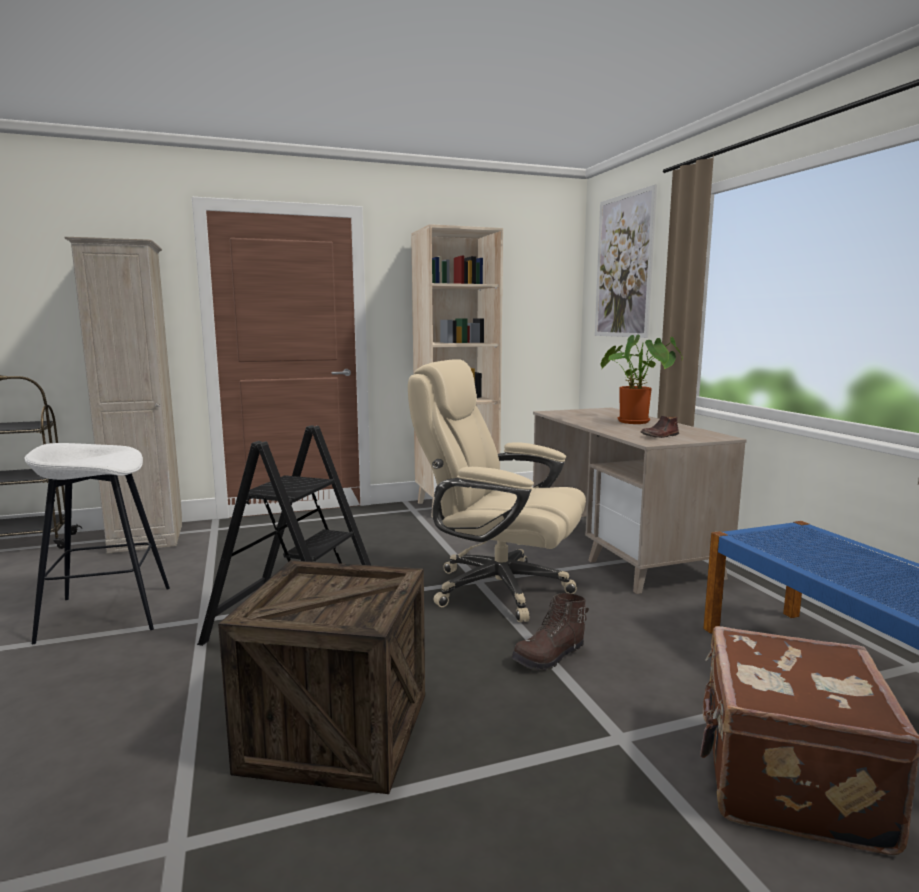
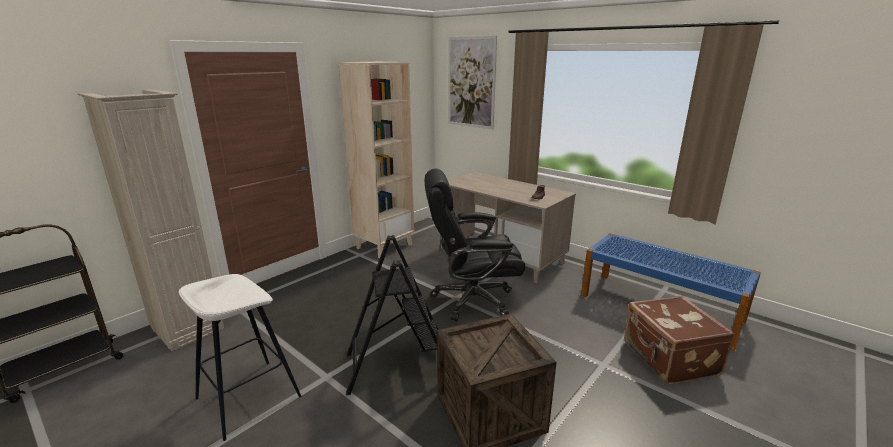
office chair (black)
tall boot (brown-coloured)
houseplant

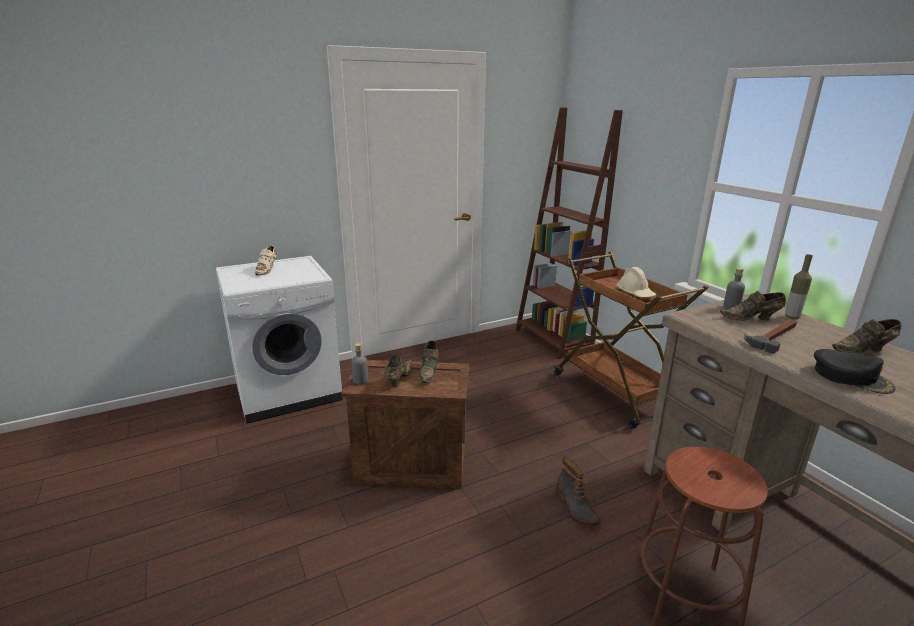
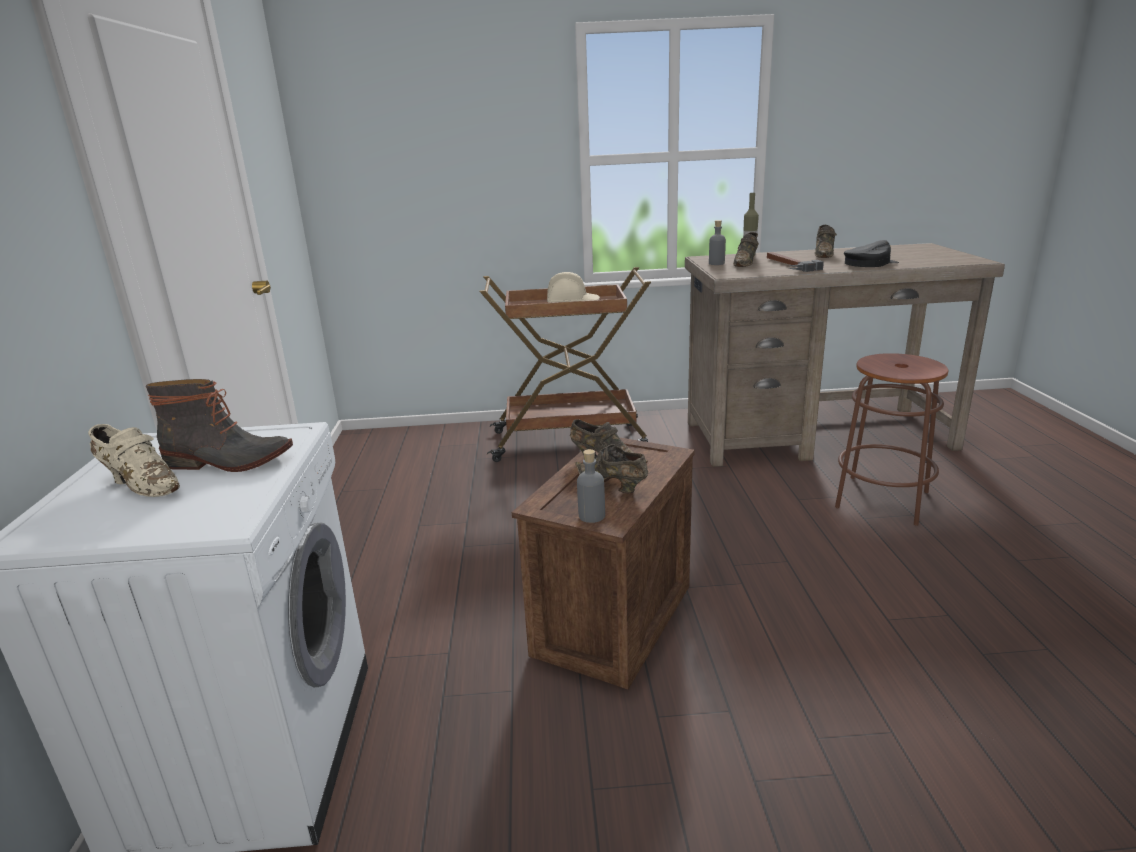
bookshelf (brown-coloured)
tall boot

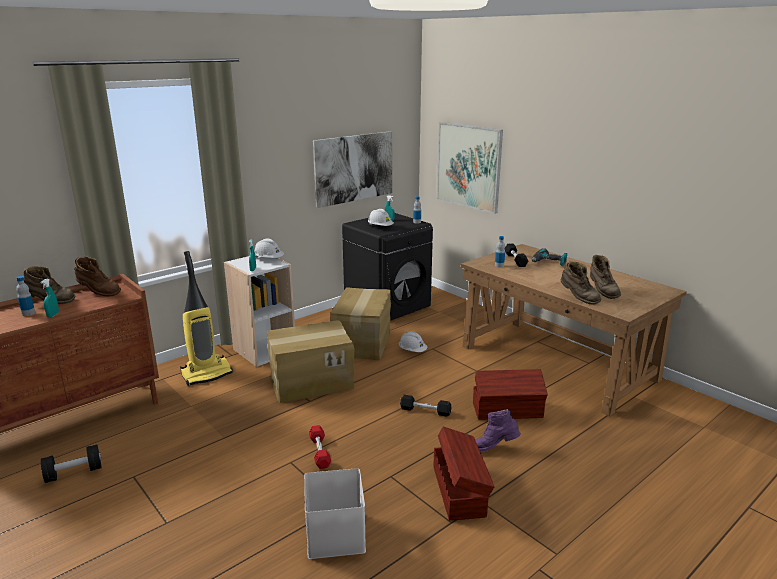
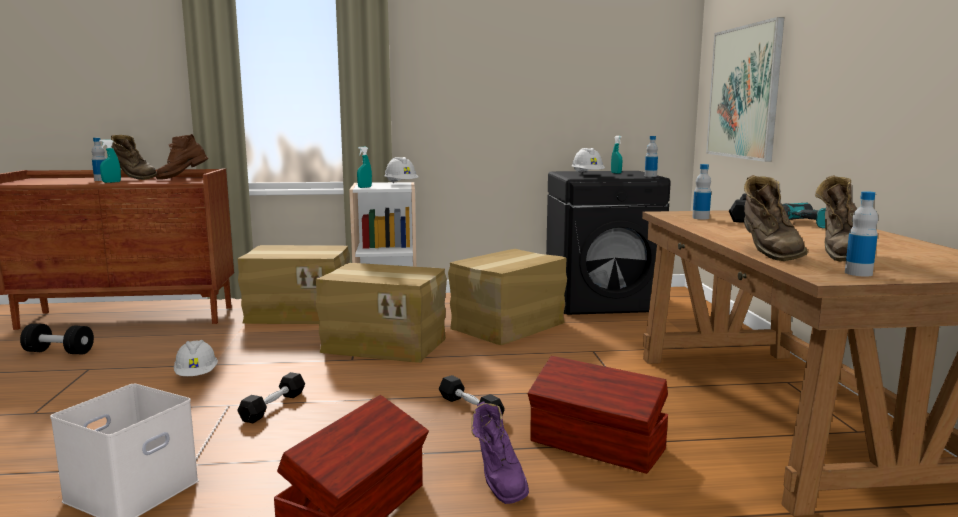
tall boot (brown-coloured) (2nd from left)
packing box (1st from left)
free weight (black) (2nd from left)
wall picture (1st from left in the first image)
hard hat (white) (1st from left)
tall boot (purplish)
bottle (4th from left)

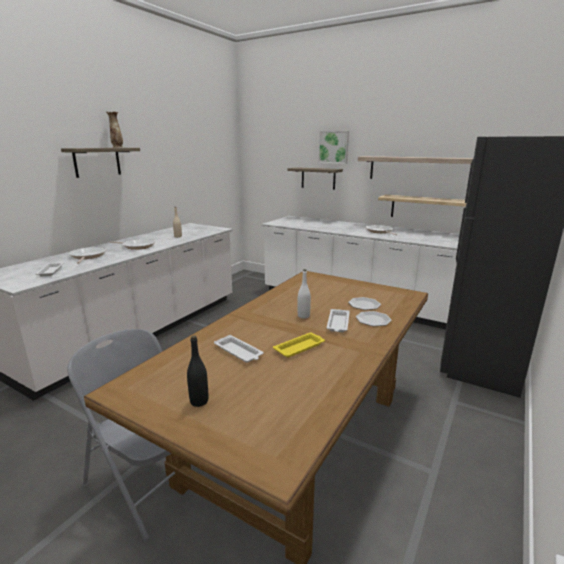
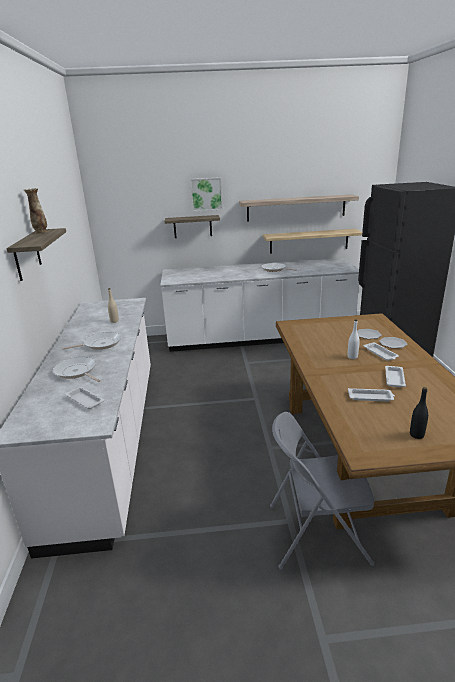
serving tray (white) (4th from left)

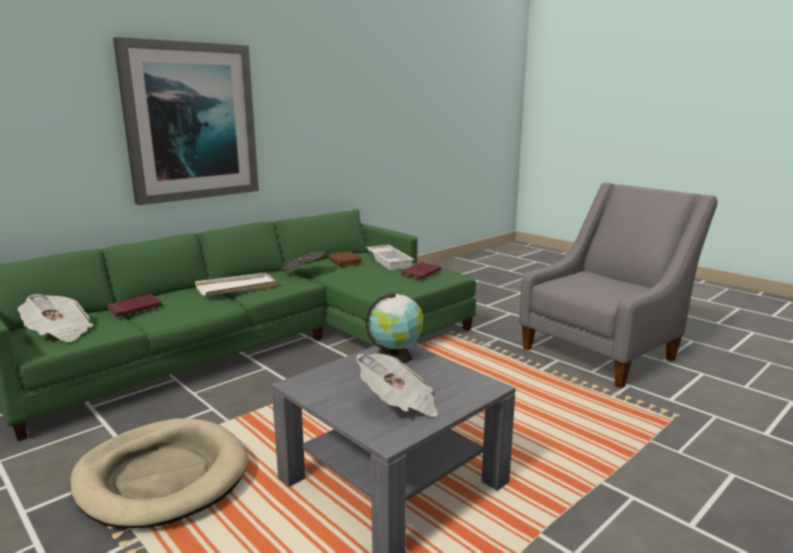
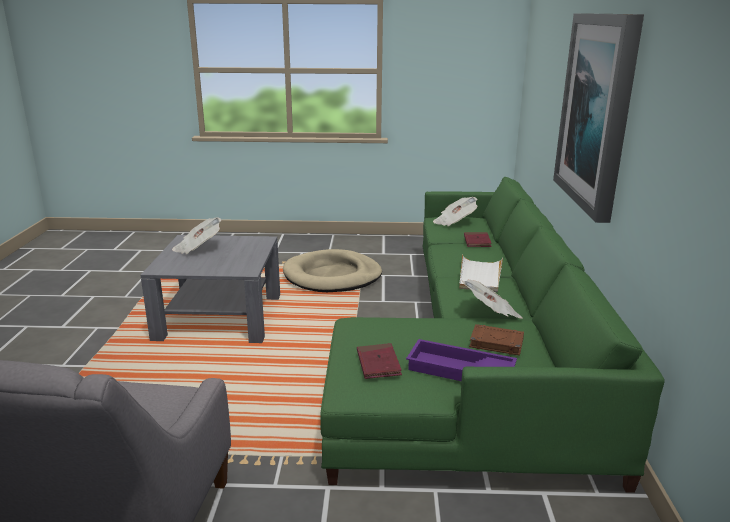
globe
serving tray (purplish)

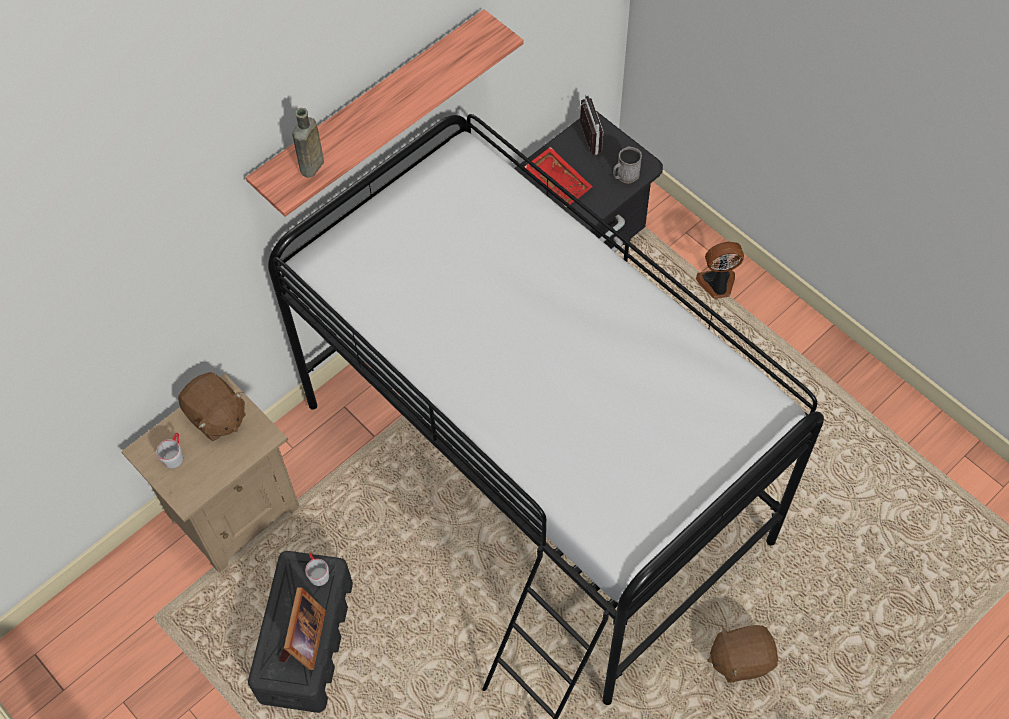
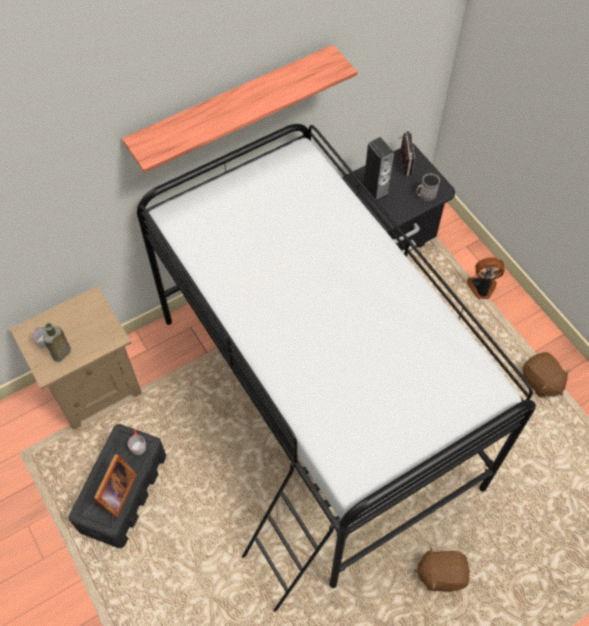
soft toy (brown-coloured) (2nd from left)
bottle (brown-coloured)
loudspeaker

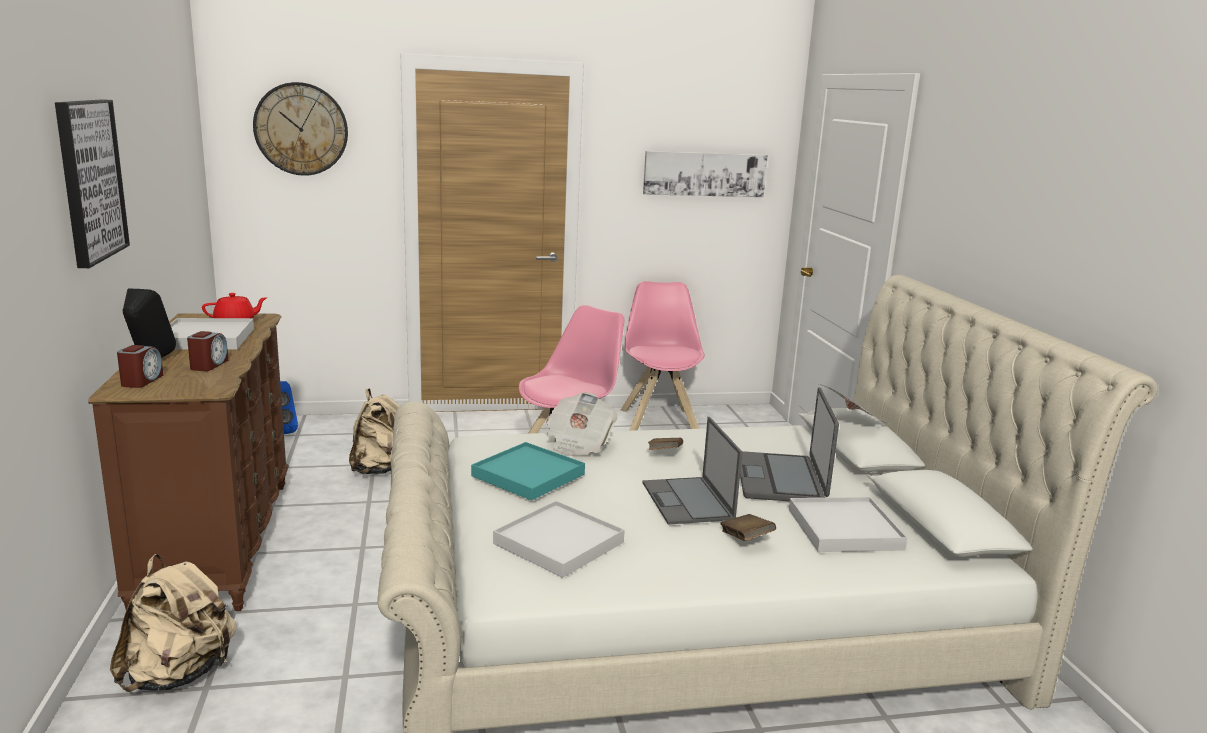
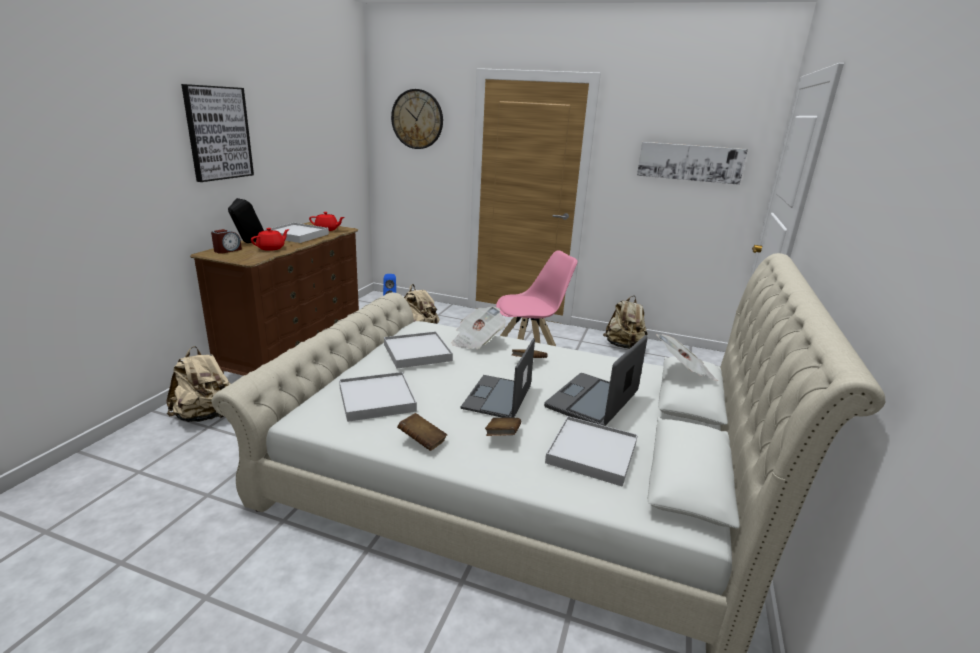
tea pot (red) (1st from left)
serving tray (white) (3rd from left)
rucksack (sand-coloured) (3rd from left)
bound book (brown-coloured) (1st from left)

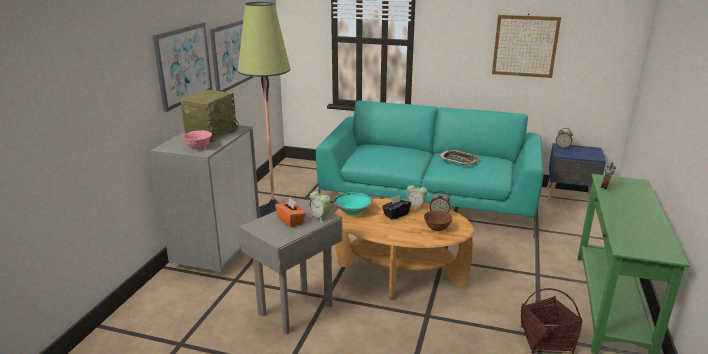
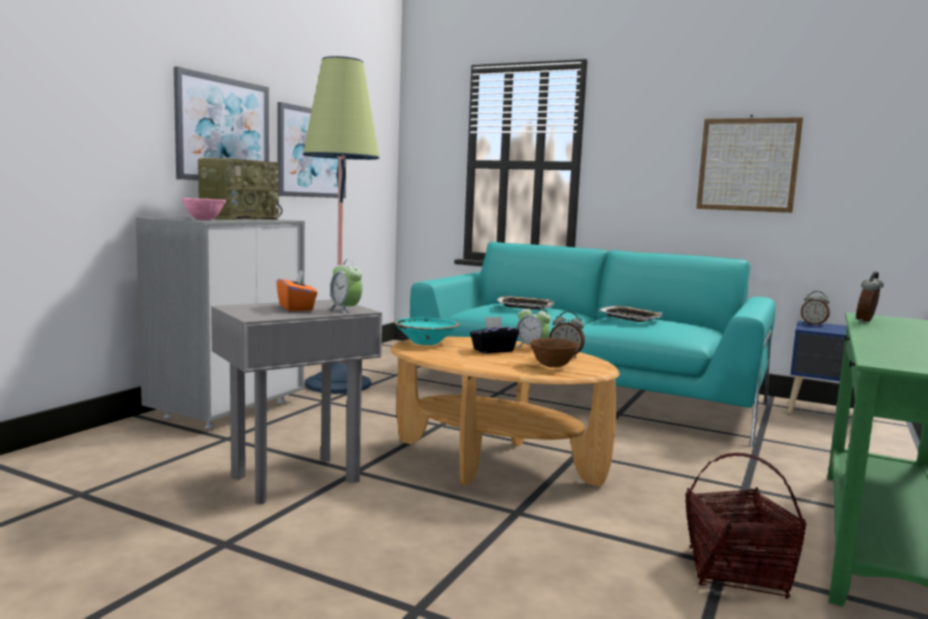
serving tray (1st from left)

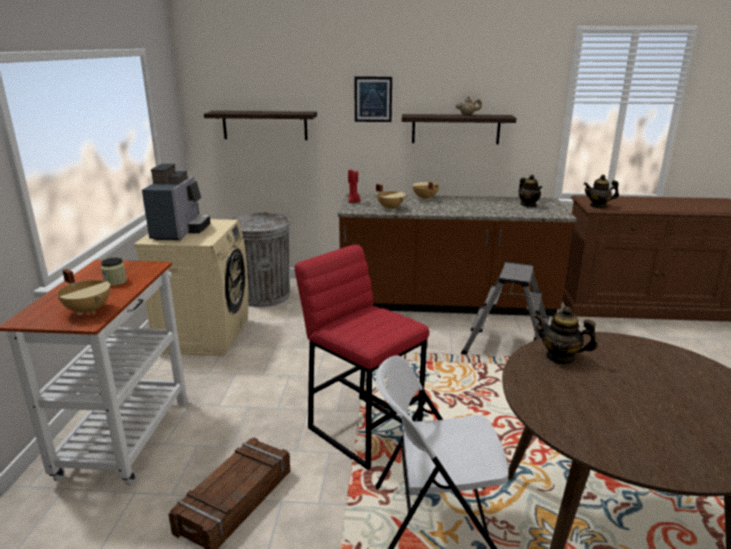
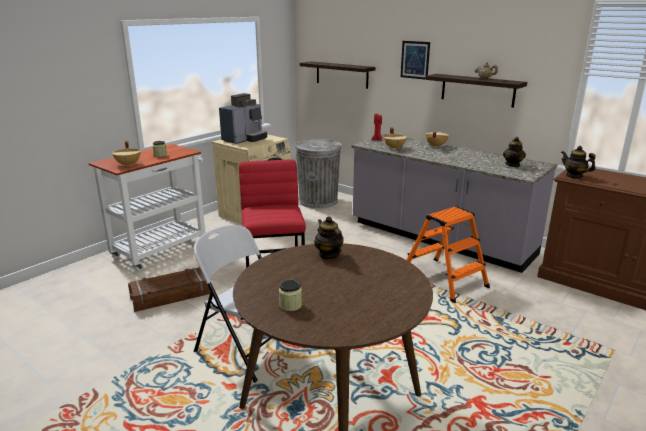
kitchen base unit (gray)
stepladder (orange)
jar (2nd from left)

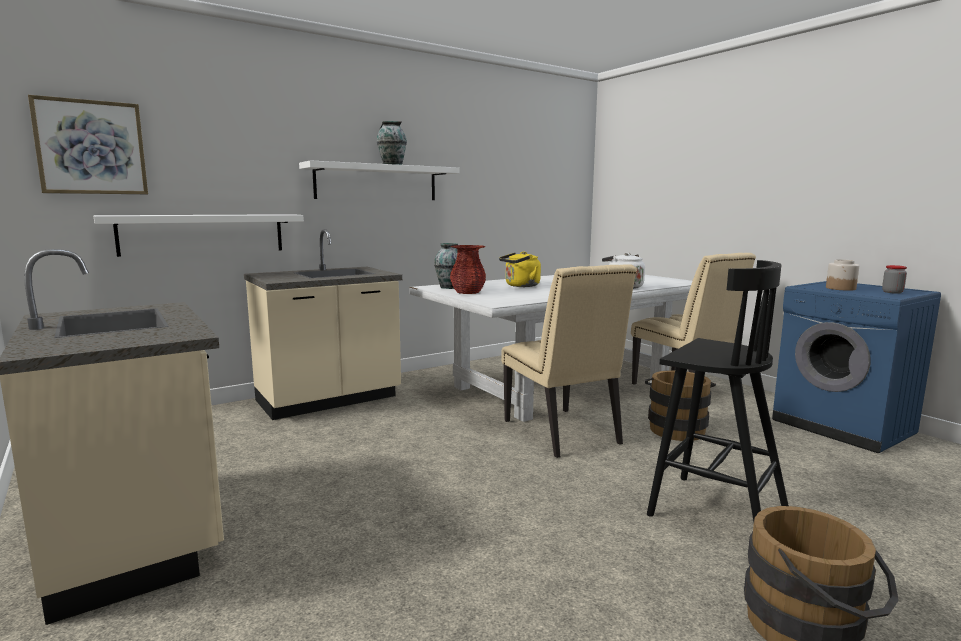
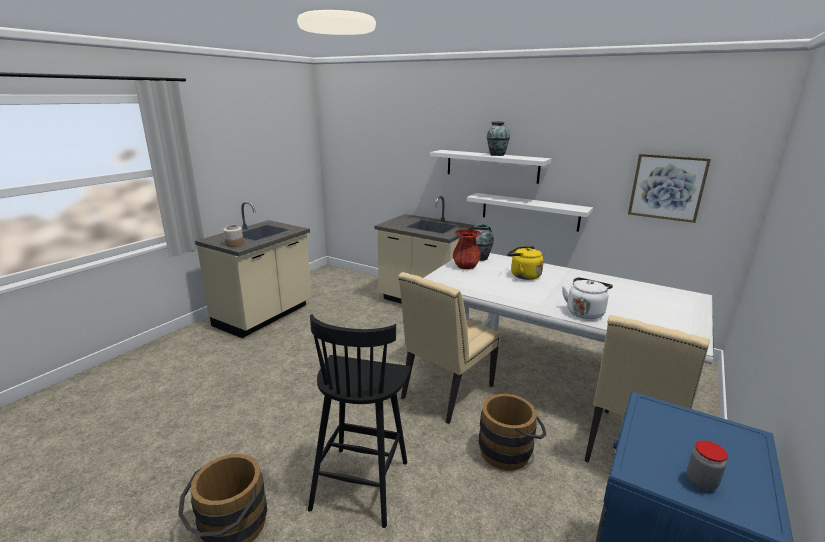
wall picture
bracket shelf (white) (2nd from left)
jar (1st from left)

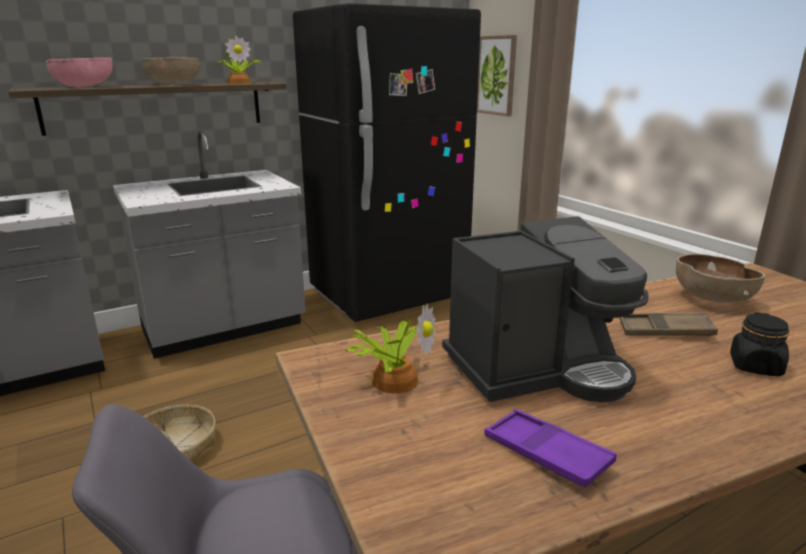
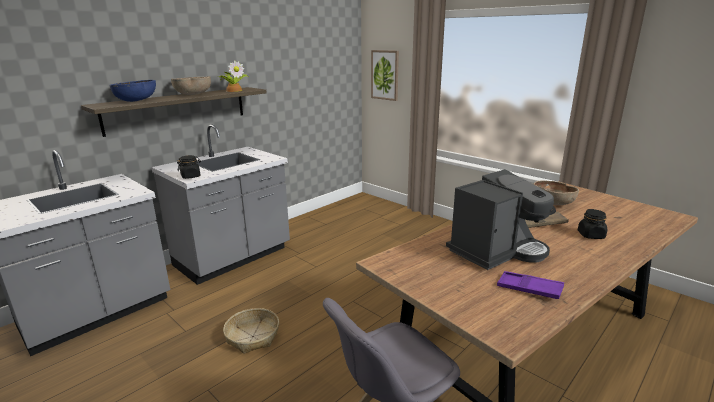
serving bowl (blue-coloured)
refrigerator (black)
houseplant (2nd from left in the first image)
jar (black) (1st from left)

